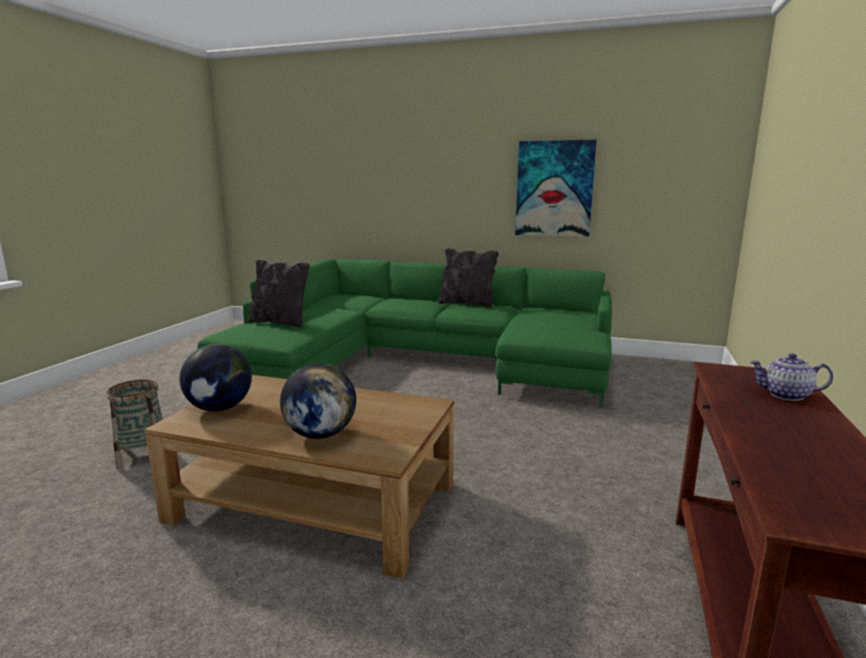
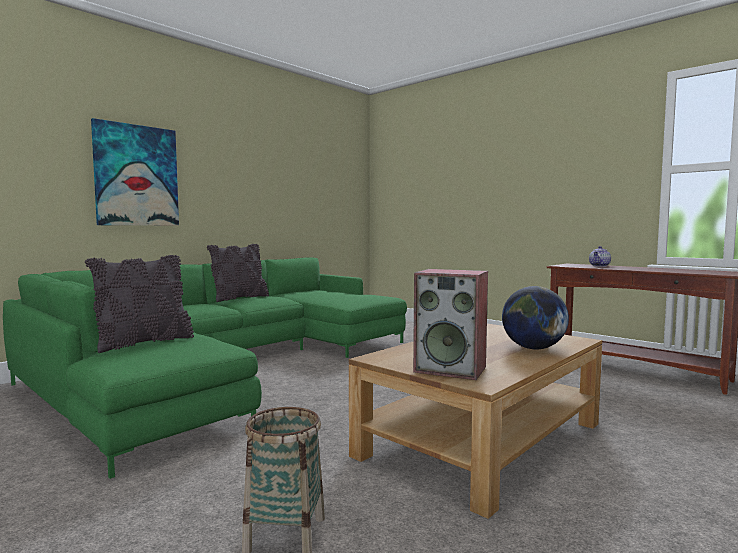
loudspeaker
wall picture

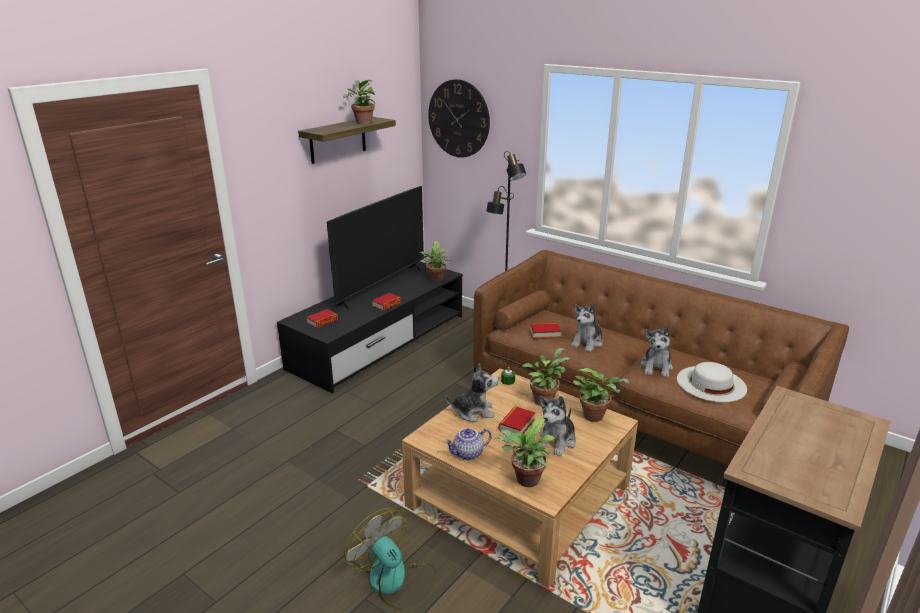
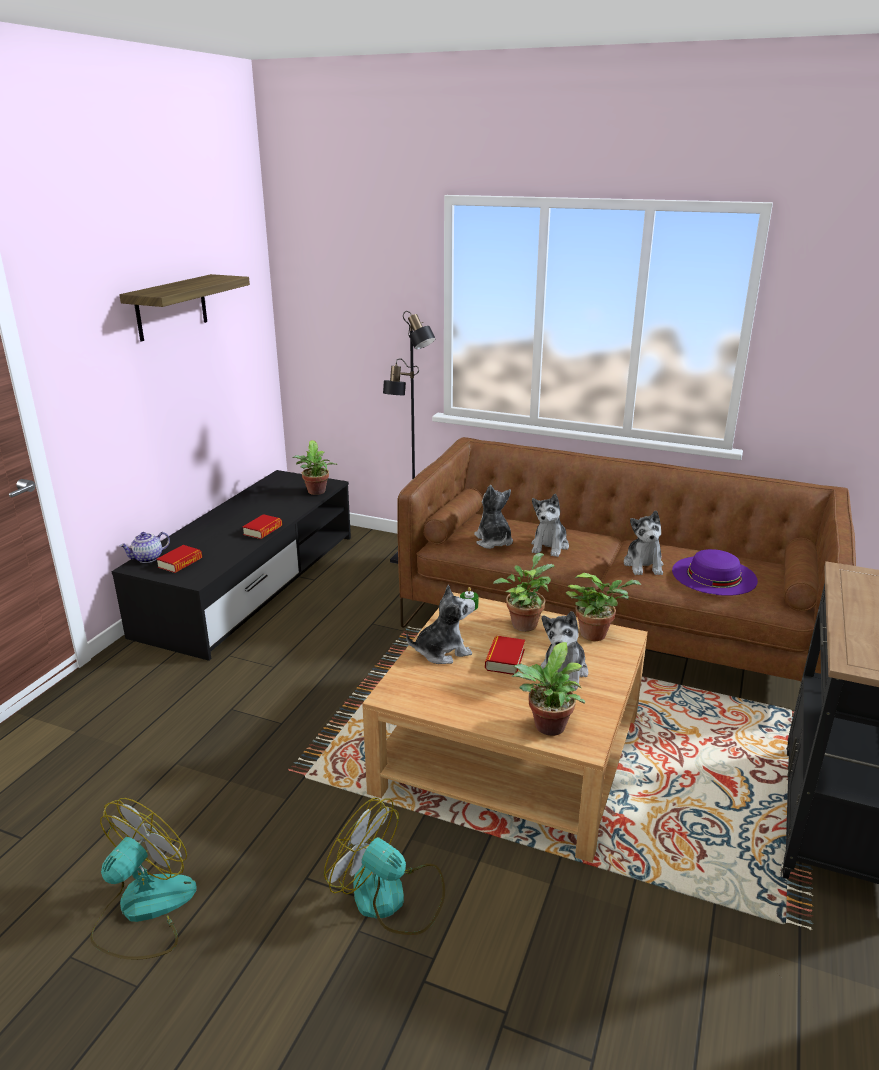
television
houseplant (1st from left in the first image)
wall clock
tea pot
soft toy (2nd from left)
wearable hat (purplish)
cooling fan (1st from left)

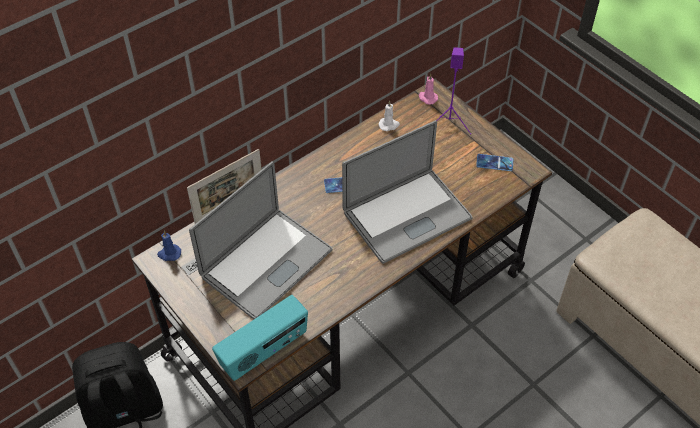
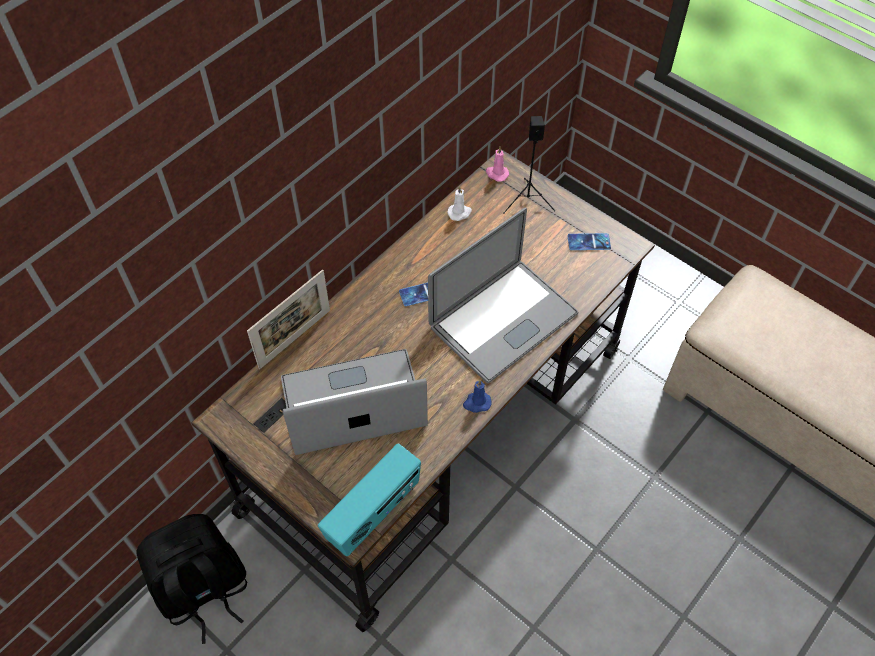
wax candle (blue-coloured)
laptop (1st from left)
loudspeaker (black)

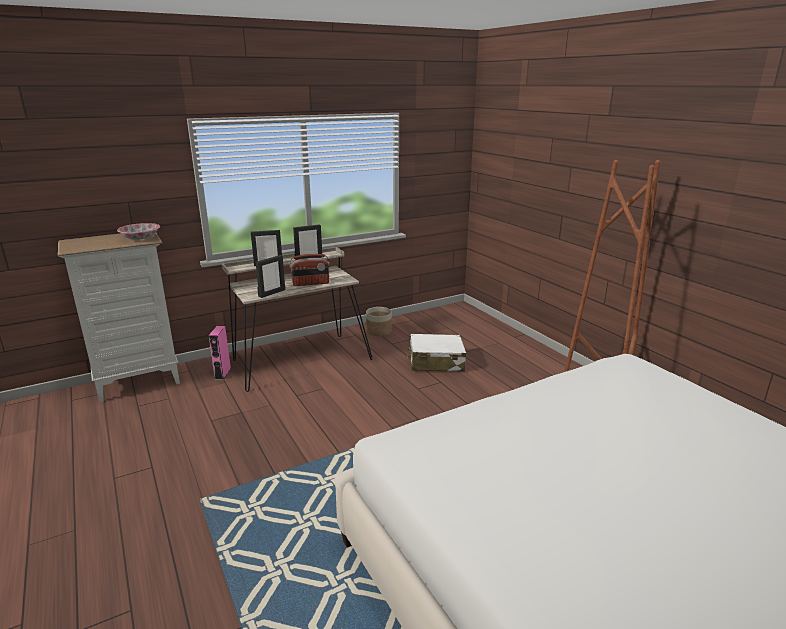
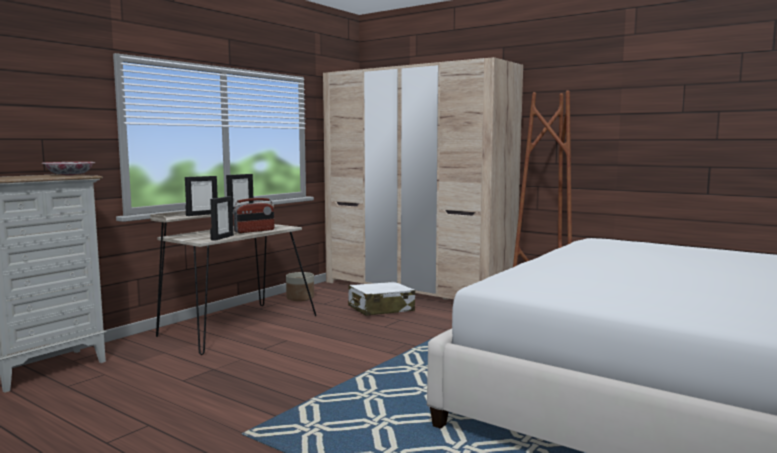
loudspeaker (pinkish)
armoire (sand-coloured)

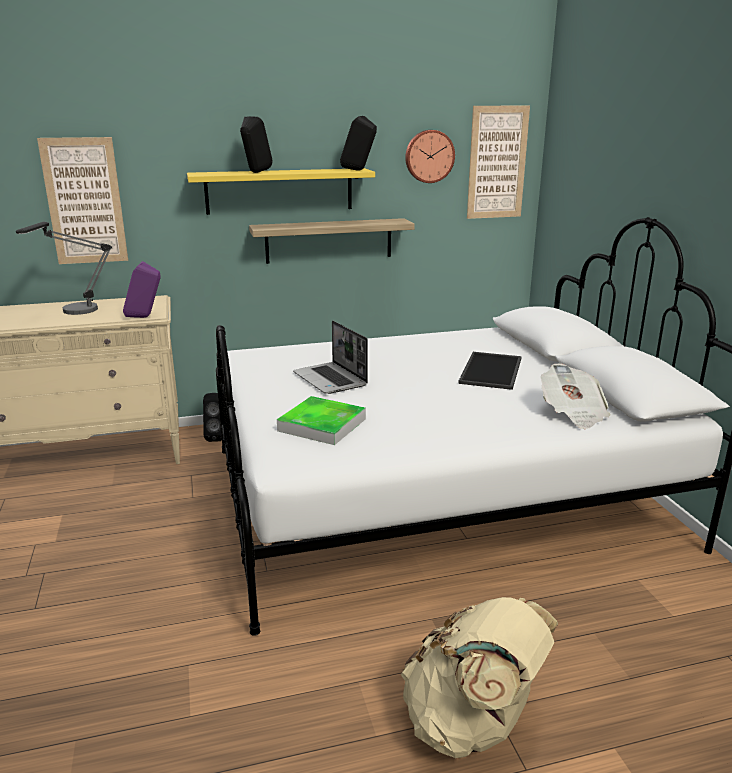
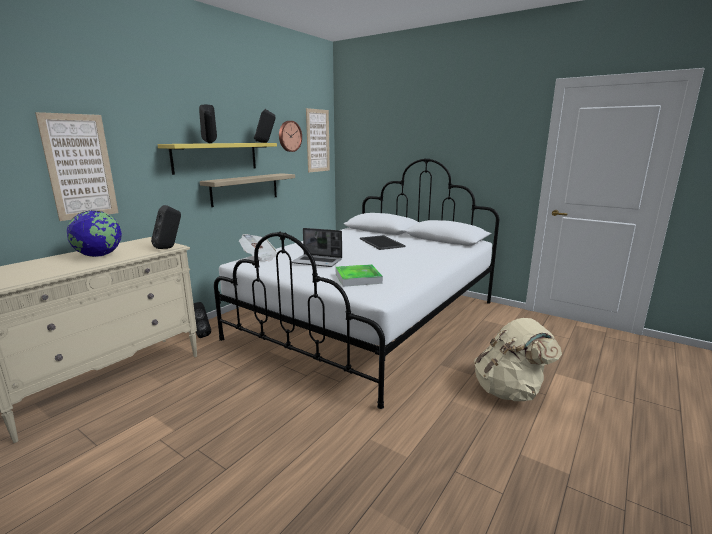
globe
loudspeaker (black) (1st from left)
daily paper

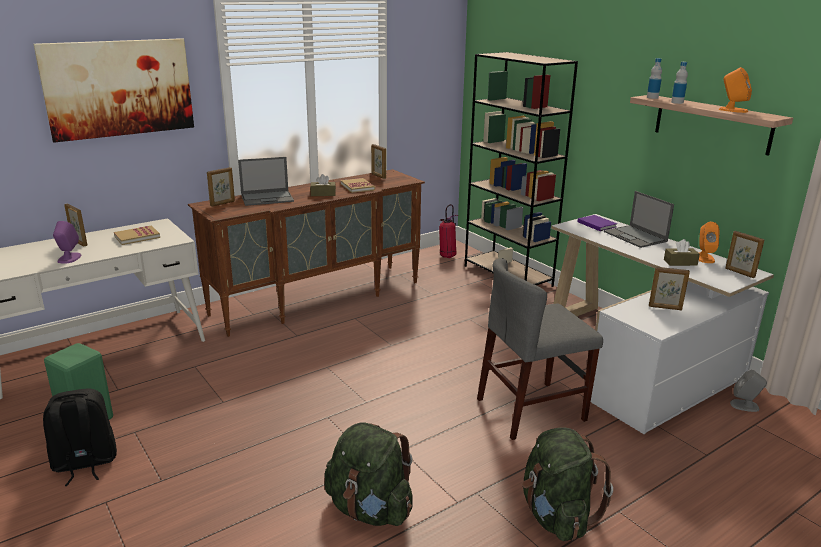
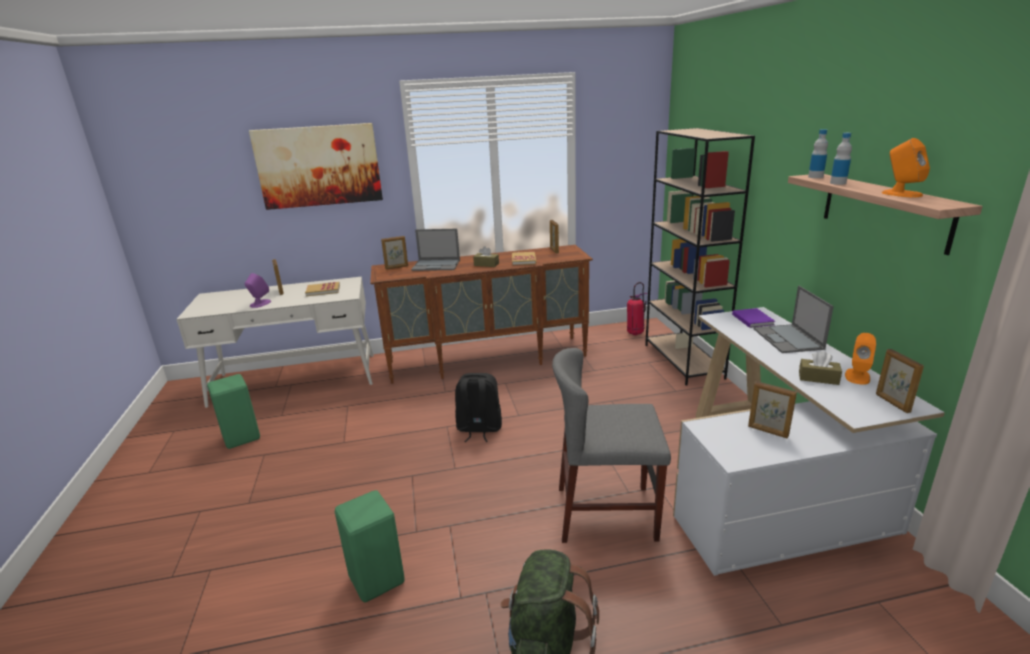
rucksack (black)
sitting stool (greenish) (2nd from left)
loudspeaker (gray)

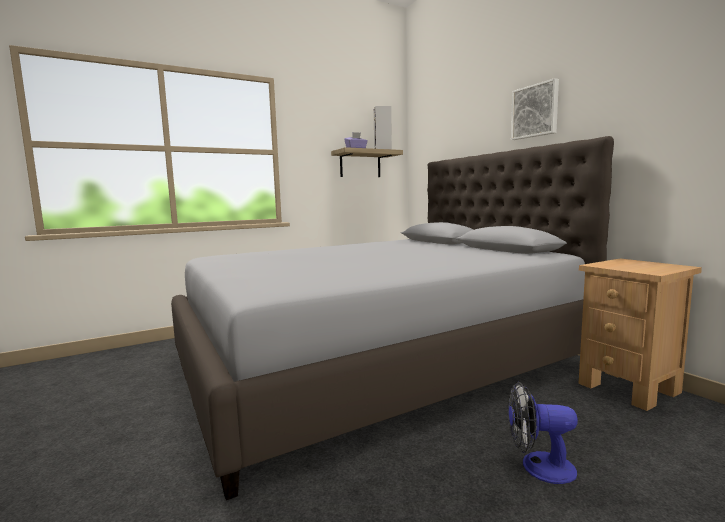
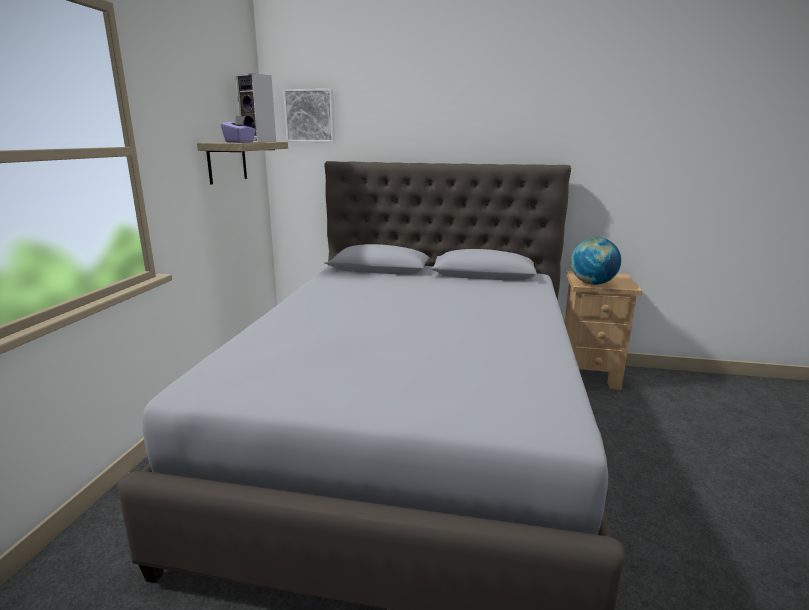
cooling fan
wall picture
globe

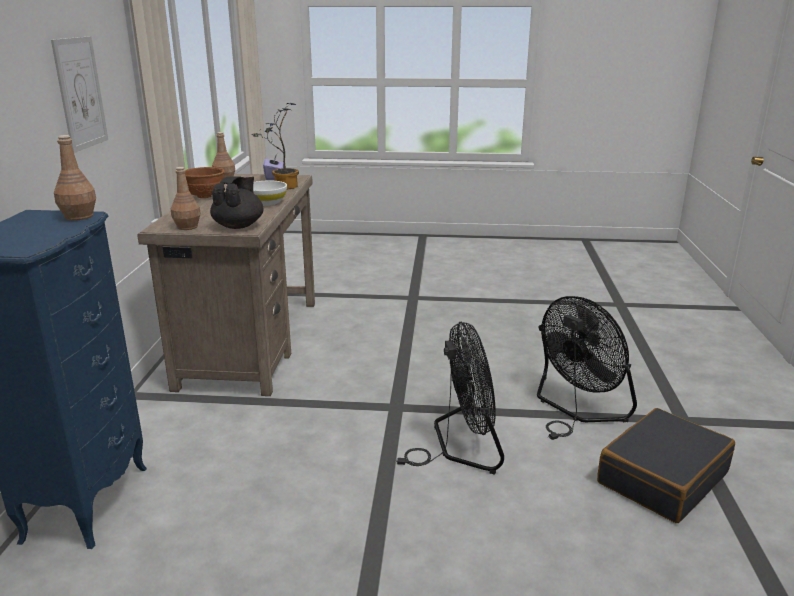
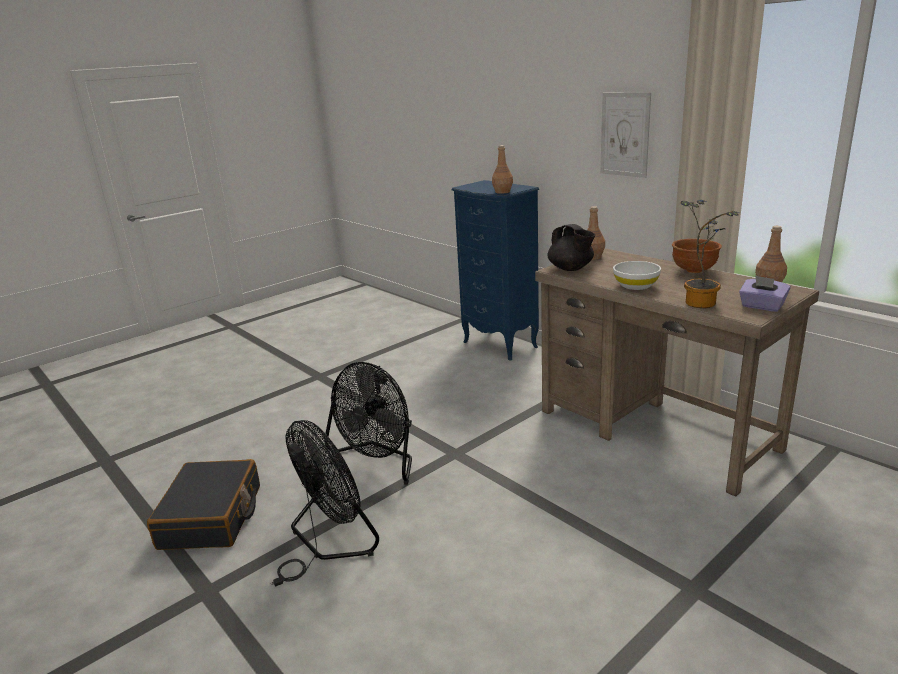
cooling fan (black) (1st from left)

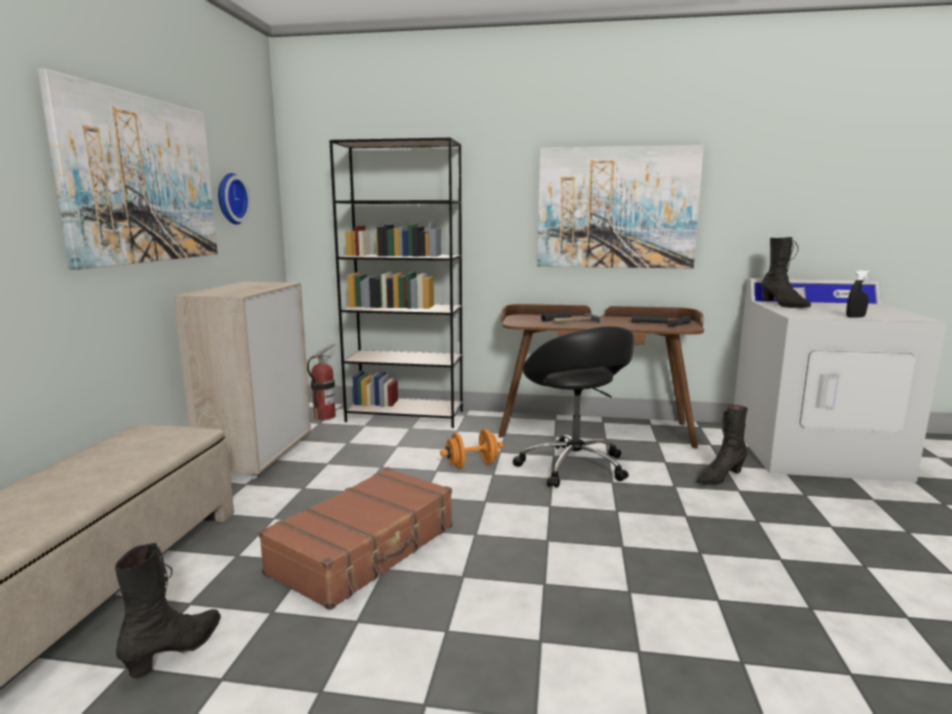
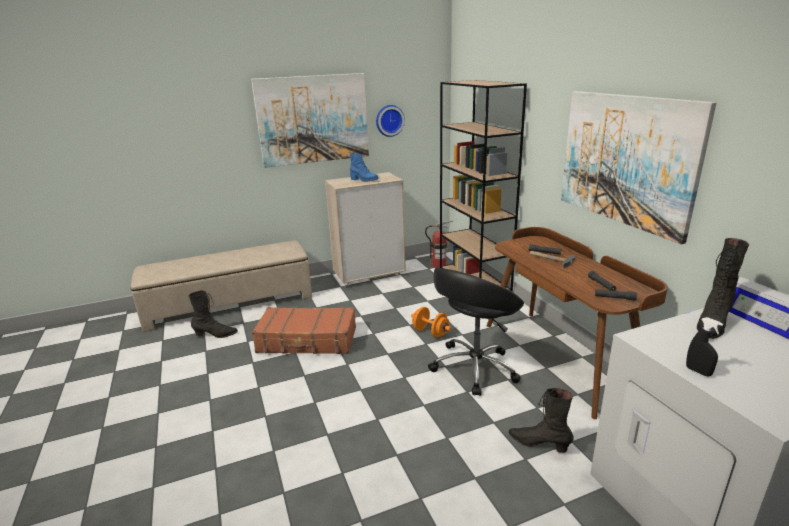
tall boot (blue-coloured)

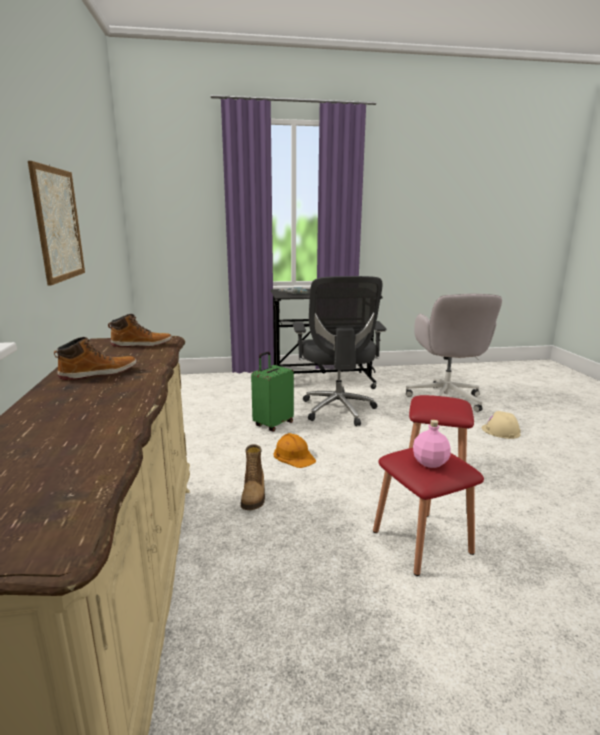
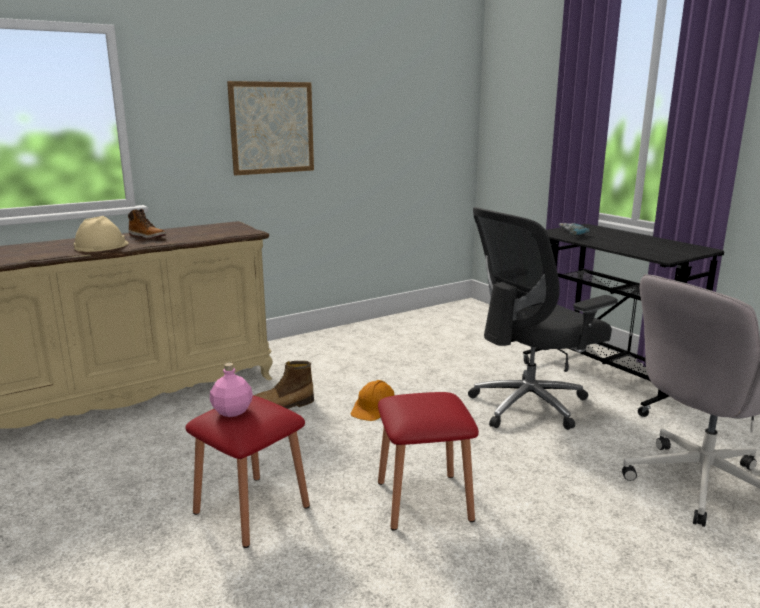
tall boot (2nd from left in the first image)
piece of luggage (greenish)
hard hat (sand-coloured)

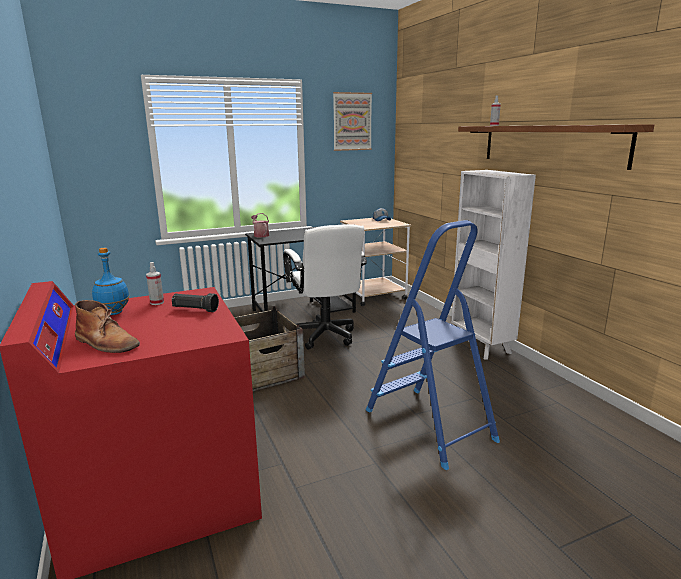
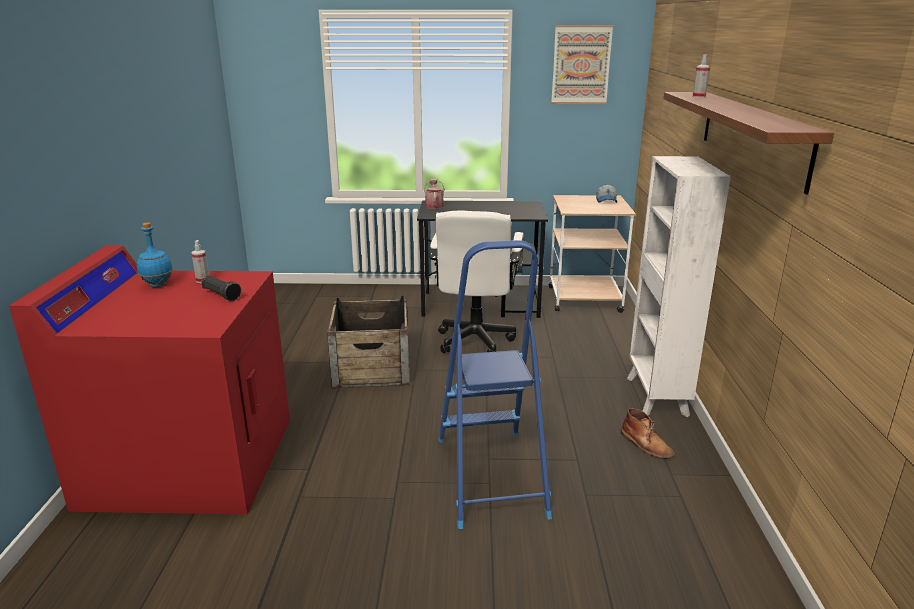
tall boot (brown-coloured)

